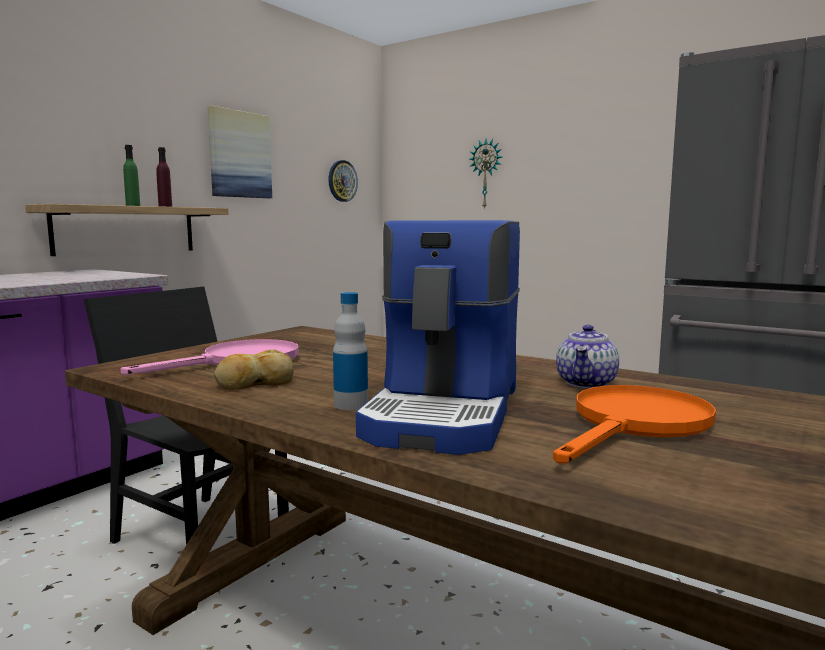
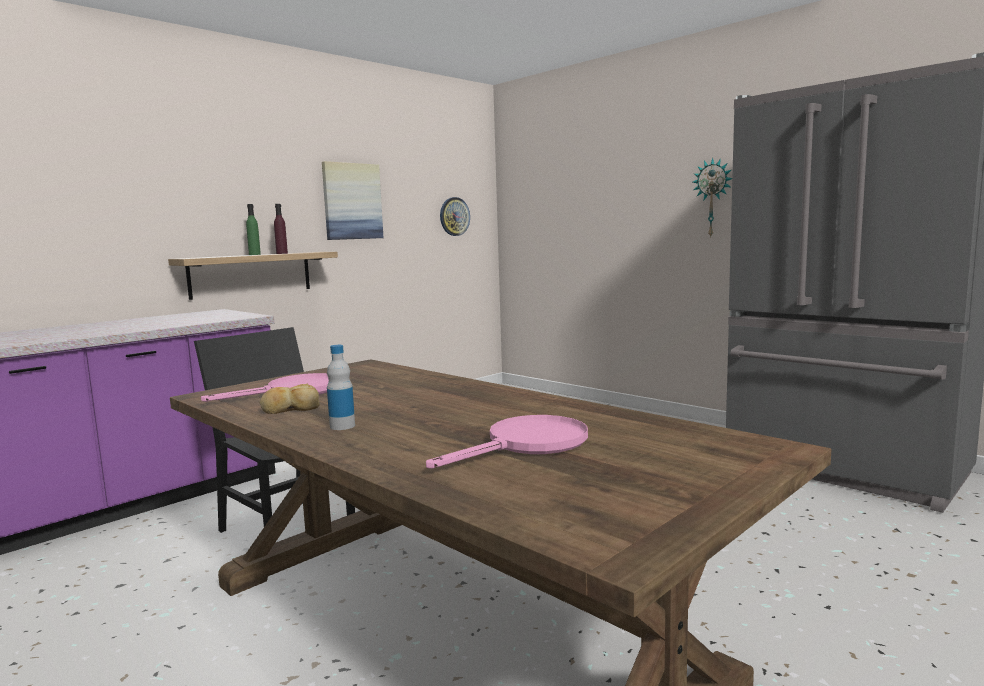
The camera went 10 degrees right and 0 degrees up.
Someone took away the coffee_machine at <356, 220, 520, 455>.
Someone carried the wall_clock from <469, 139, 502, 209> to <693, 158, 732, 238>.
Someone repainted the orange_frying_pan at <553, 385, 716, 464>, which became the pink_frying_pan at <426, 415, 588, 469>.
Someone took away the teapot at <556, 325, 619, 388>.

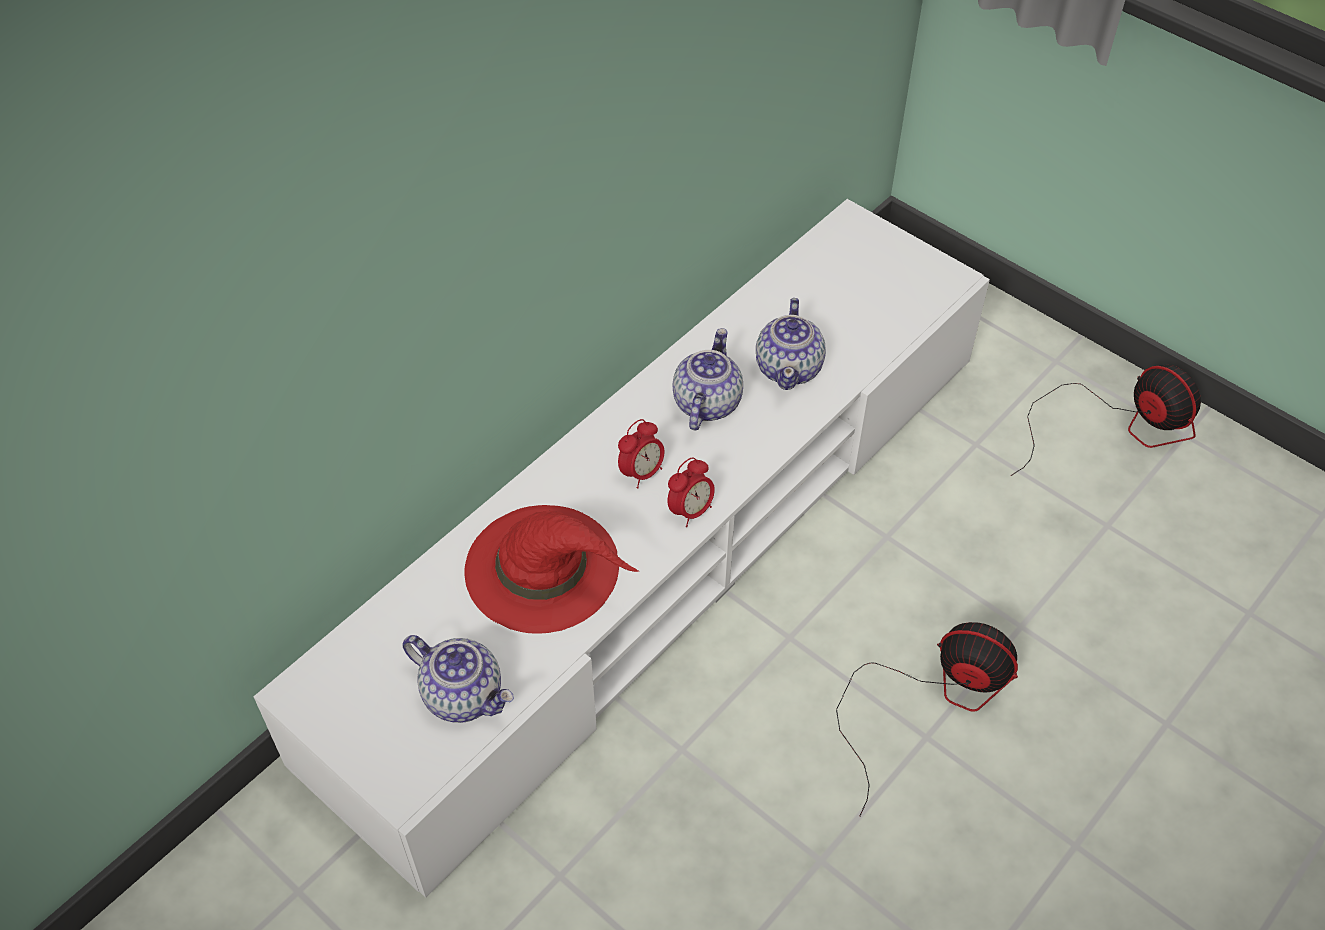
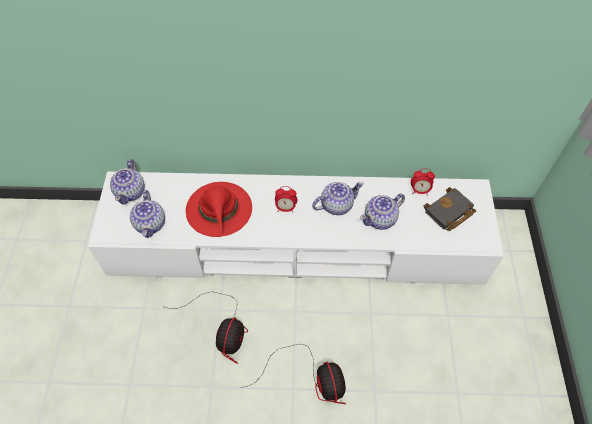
The camera went 50 degrees right and 5 degrees up.
Someone carried the alarm_clock from <667, 457, 715, 527> to <411, 168, 435, 195>.
Someone carried the fan from <1011, 365, 1201, 476> to <162, 291, 248, 364>.
Someone put down the teapot at <110, 159, 145, 205>.
Someone put down the black_book at <423, 187, 476, 231>.

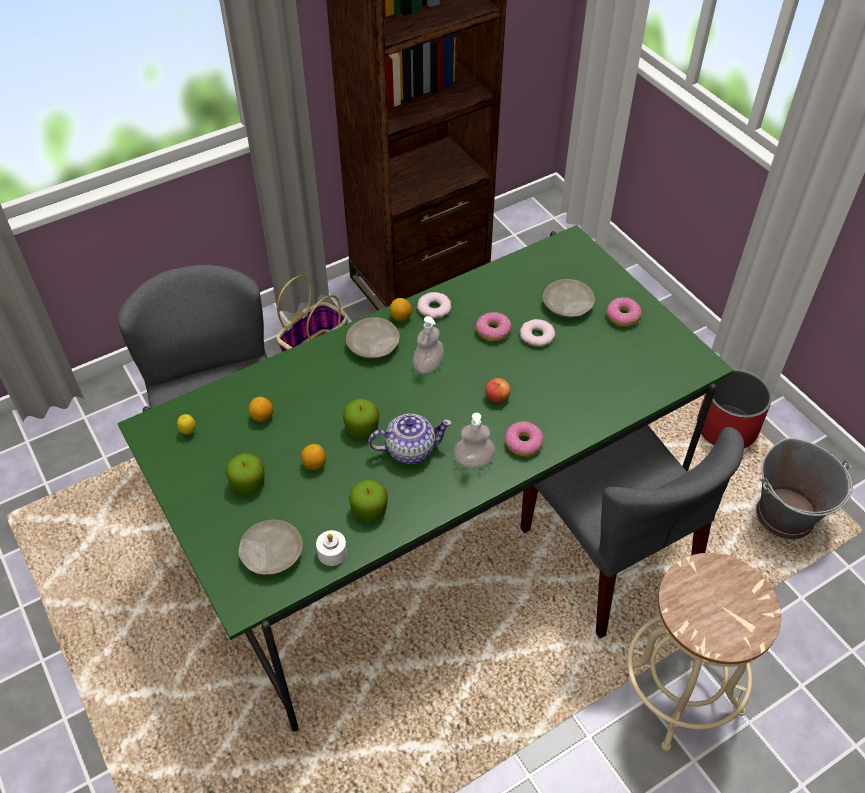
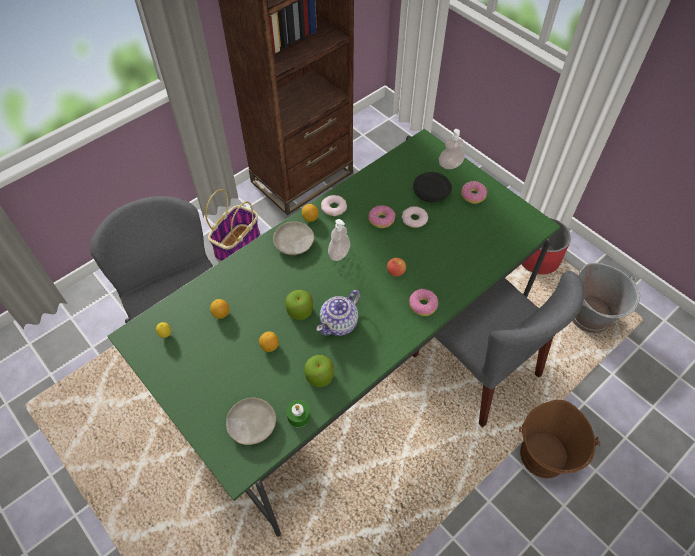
The camera went 10 degrees left and 5 degrees up.
Someone took away the apple at <226, 453, 265, 494>.
Someone repainted the white_candle at <316, 530, 347, 566>, which became the green_candle at <286, 400, 310, 427>.
Someone rotated the teapot at <368, 414, 452, 464> by 150 degrees clockwise.
Someone carried the soap_dispenser from <454, 413, 495, 468> to <439, 129, 465, 169>.
Someone repainted the beige_plate at <543, 279, 595, 318>, which became the black_plate at <413, 172, 452, 202>.
Someone swapped the beige_stool at <616, 553, 781, 751> for the brown_bucket at <519, 400, 600, 478>.

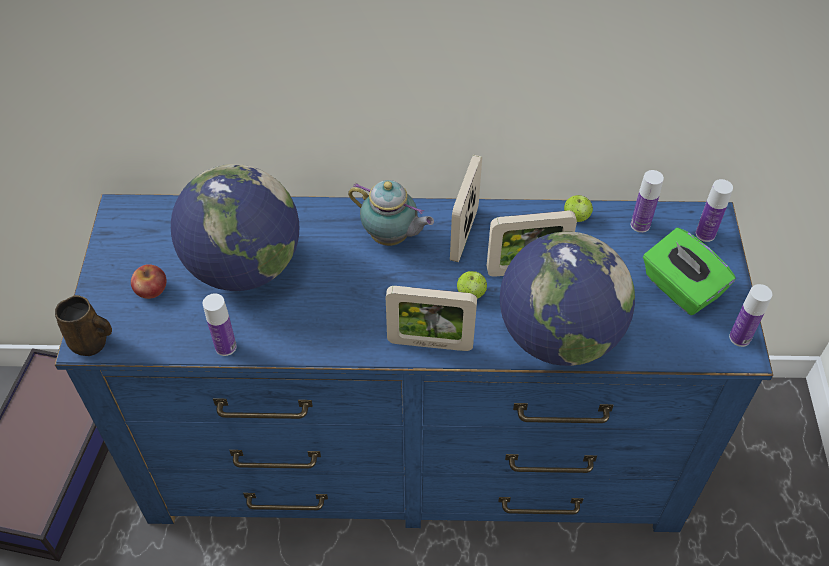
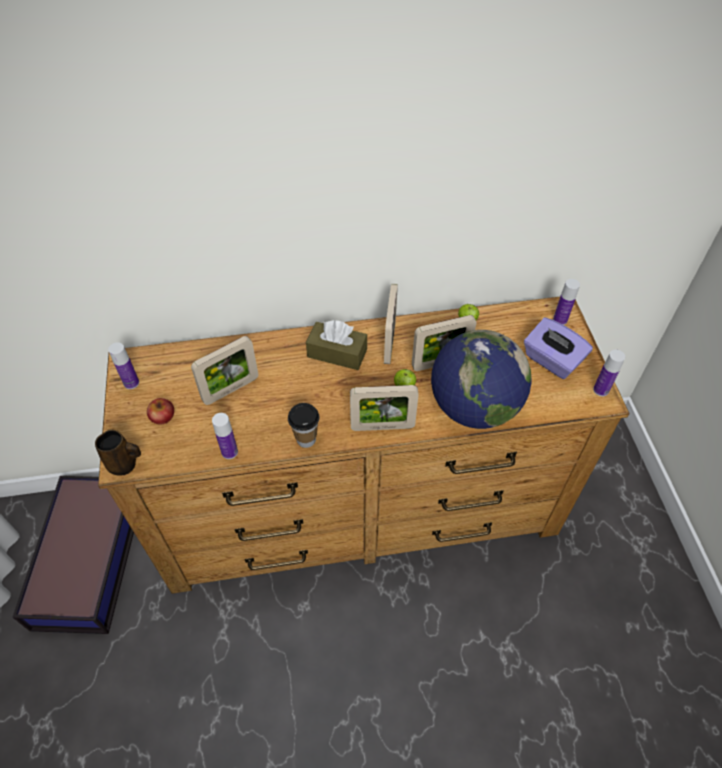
The camera went 10 degrees left and 0 degrees up.
Someone repainted the blue_dresser at <55, 194, 773, 532>, which became the brown_dresser at <98, 297, 630, 594>.
Someone swapped the globe at <171, 164, 299, 291> for the picture_frame at <191, 336, 258, 405>.
Someone swapped the teapot at <348, 180, 434, 246> for the brown_tissue_box at <306, 320, 367, 370>.
Someone carried the bottle from <631, 170, 664, 233> to <108, 342, 139, 389>.
Someone repainted the green_tissue_box at <643, 228, 736, 315>, which became the purple_tissue_box at <524, 318, 593, 379>.
Someone put down the cup at <288, 403, 319, 448>.

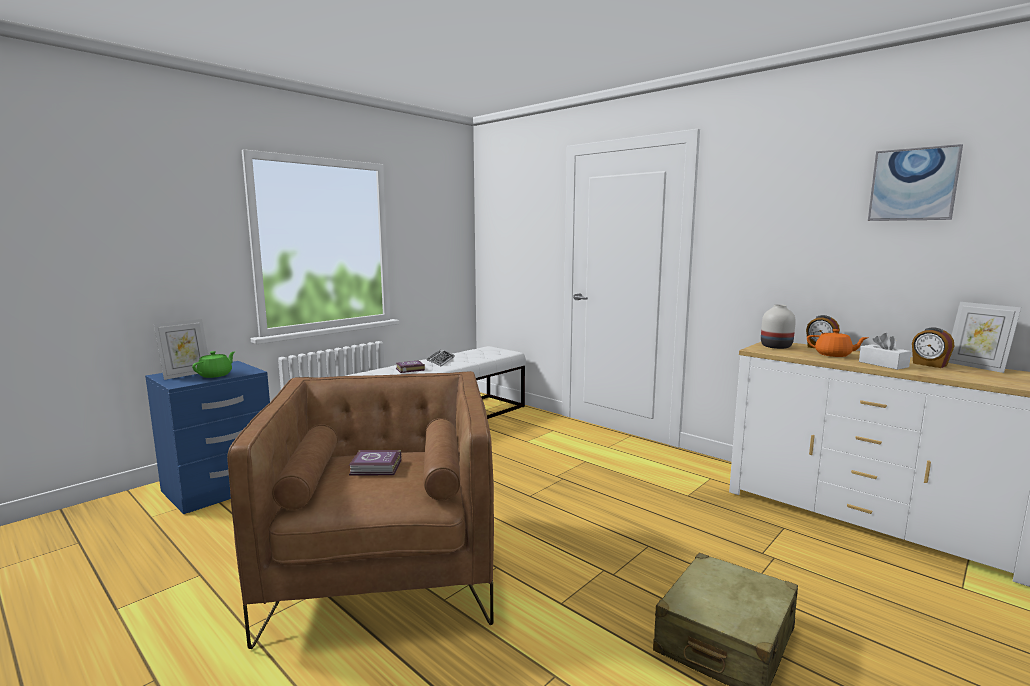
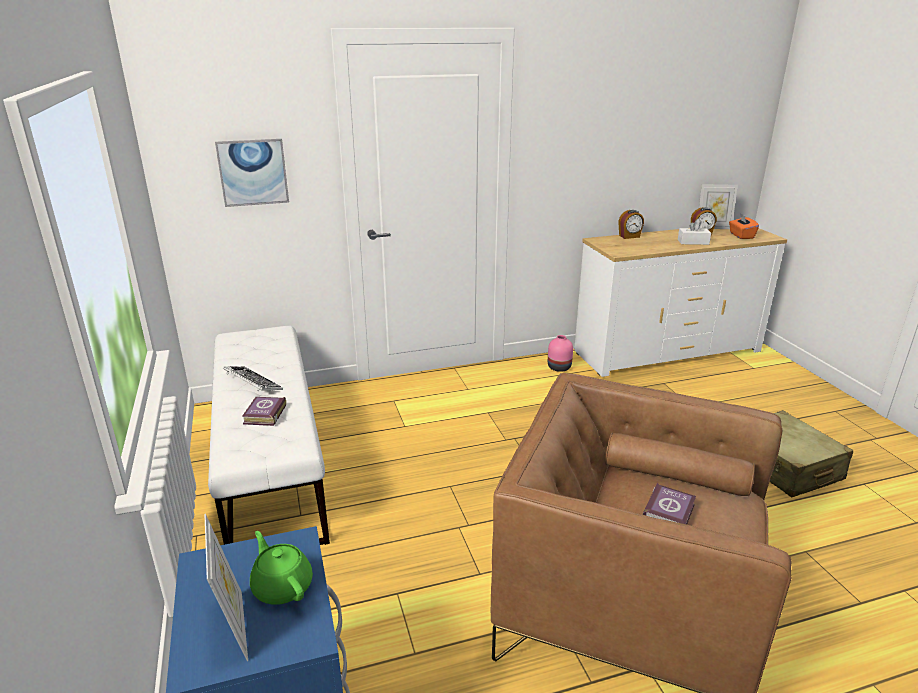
The camera went 60 degrees left and 15 degrees up.
Someone took away the white_vase at <761, 304, 796, 349>.
Someone took away the orange_teapot at <807, 329, 868, 357>.
Someone carried the picture from <868, 144, 963, 221> to <215, 139, 289, 207>.
Someone put down the pink_vase at <548, 335, 573, 372>.
Someone put down the orange_tissue_box at <729, 213, 759, 239>.

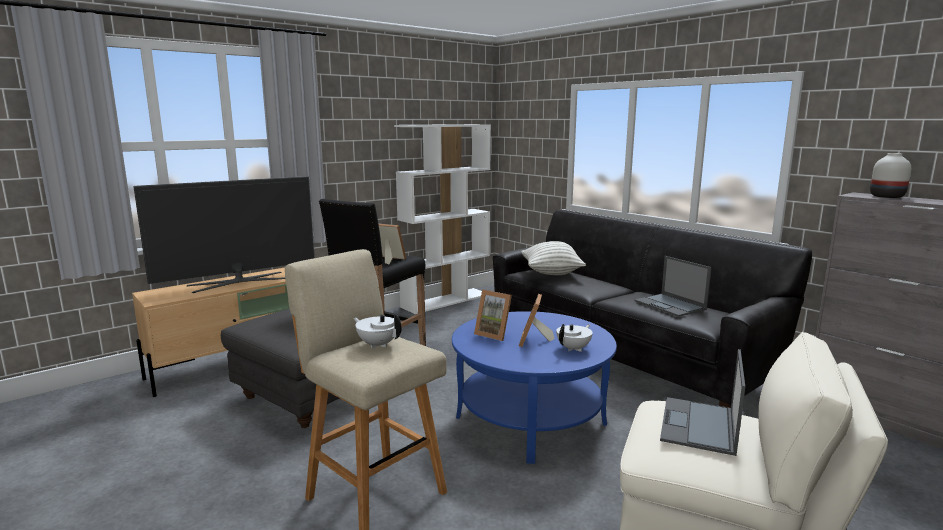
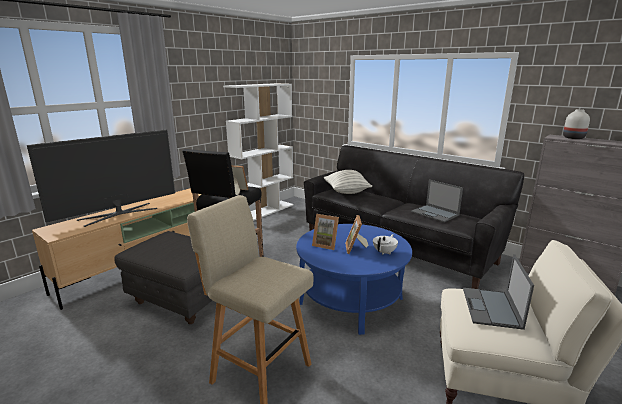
The camera went 10 degrees left and 5 degrees up.
Someone took away the white_teapot at <353, 313, 402, 348>.

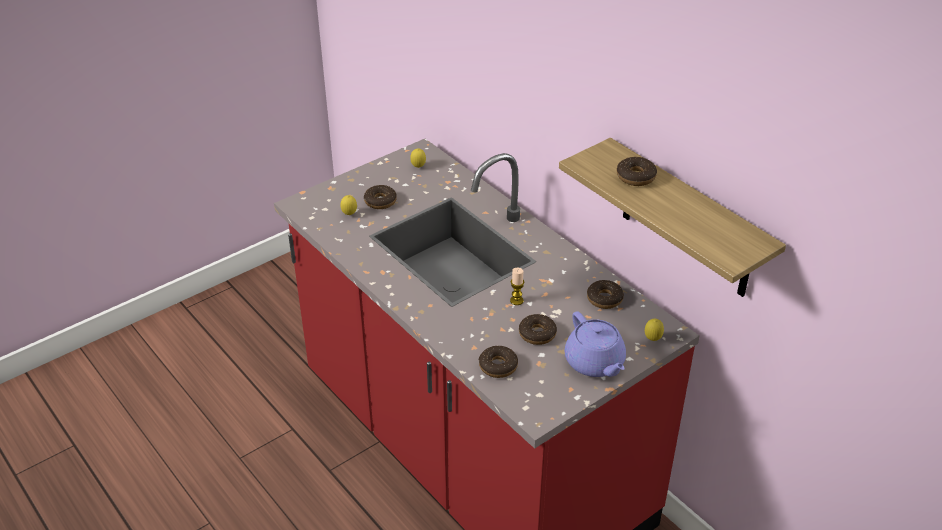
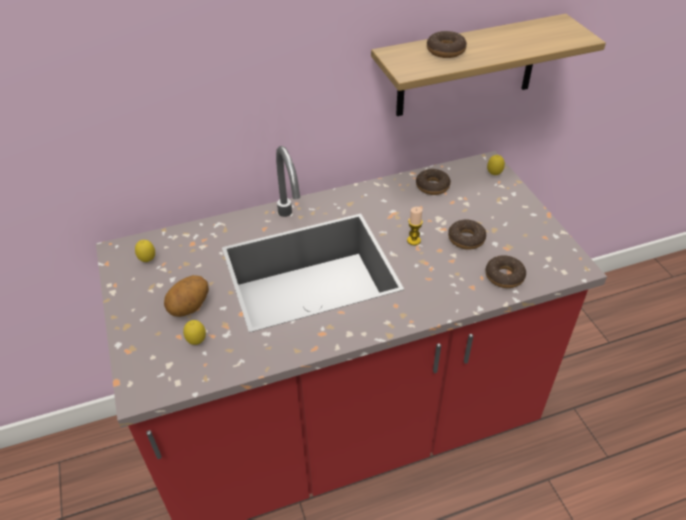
The camera went 70 degrees left and 5 degrees up.
Someone swapped the donut at <364, 185, 397, 209> for the potato at <164, 275, 209, 317>.
Someone took away the purple_teapot at <565, 311, 626, 377>.

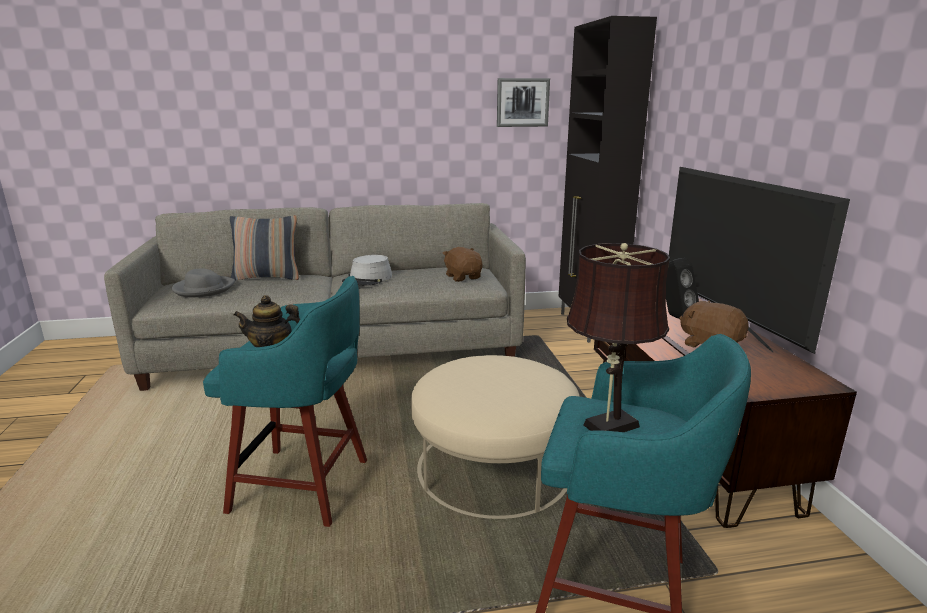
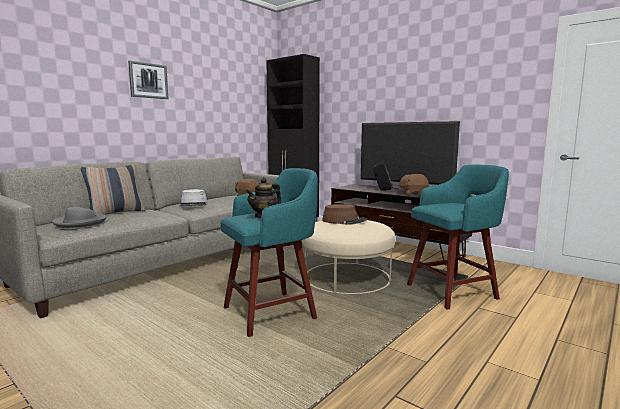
The camera went 40 degrees left and 10 degrees down.
Someone carried the picture from <497, 78, 550, 127> to <128, 60, 168, 99>.
Someone took away the brown_table_lamp at <567, 243, 670, 432>.
Someone put down the brown_hat at <322, 204, 367, 225>.

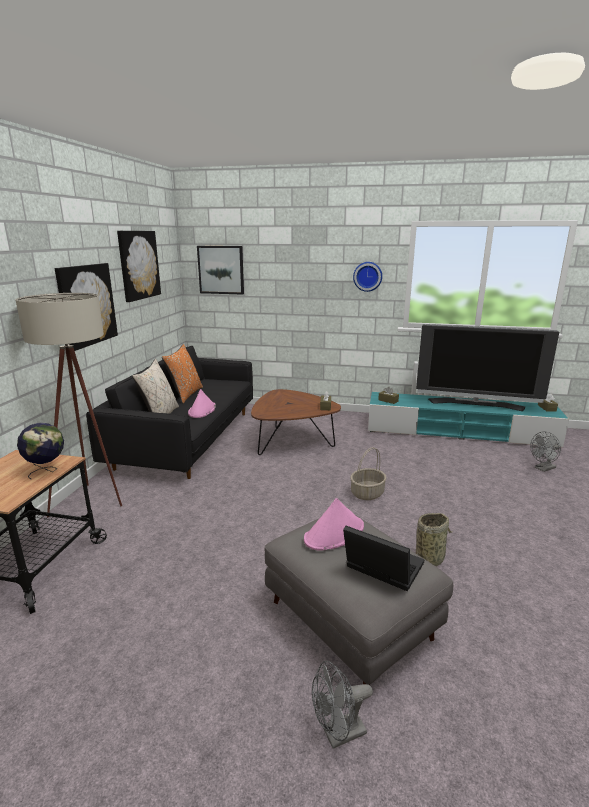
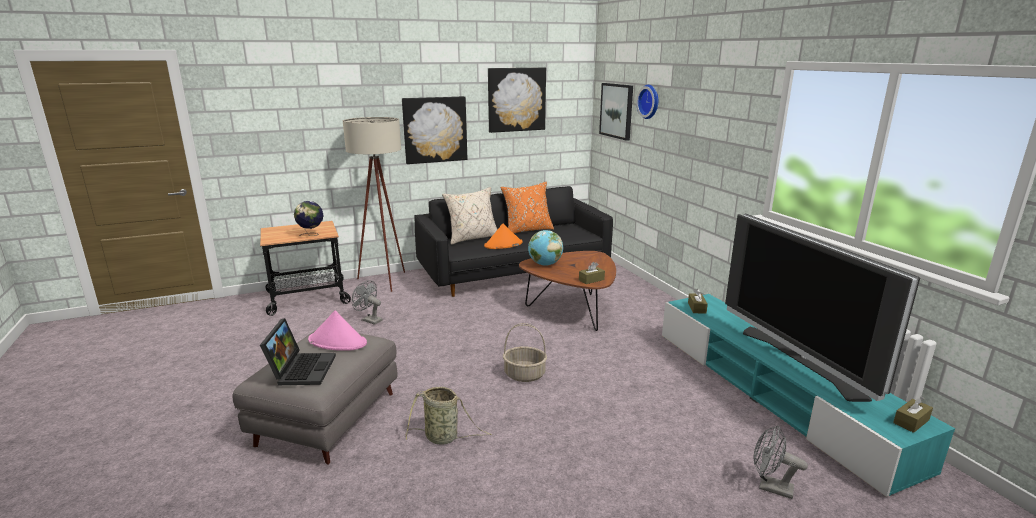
The camera went 55 degrees right and 0 degrees up.
Someone repainted the pink_hat at <188, 389, 216, 418>, which became the orange_hat at <484, 223, 523, 249>.
Someone carried the grey_fan from <312, 661, 373, 749> to <352, 280, 383, 325>.
Someone carried the wall_clock from <353, 262, 382, 292> to <636, 85, 658, 119>.
Someone put down the globe at <528, 230, 563, 266>.

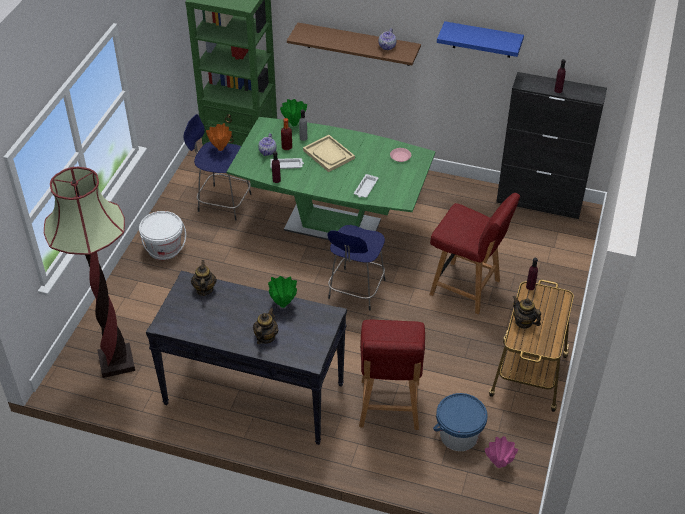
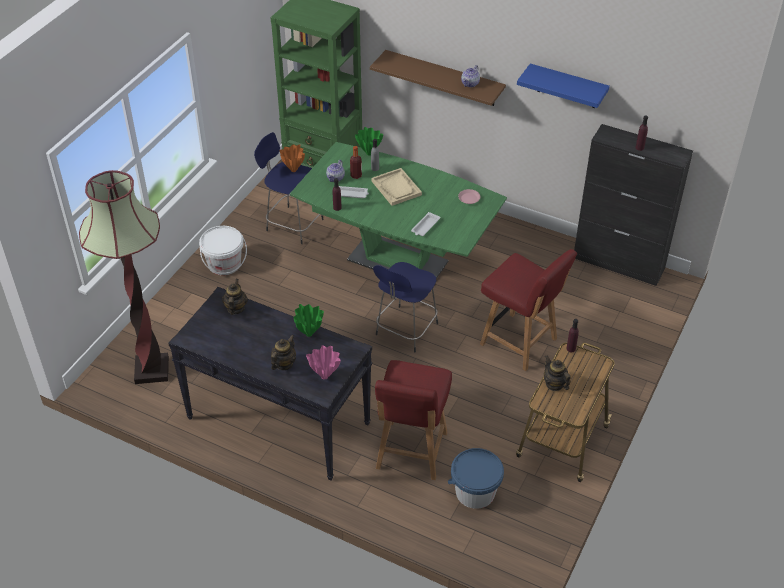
The camera went 10 degrees right and 0 degrees up.
Someone carried the pink_vase from <485, 436, 518, 468> to <306, 345, 340, 380>.

